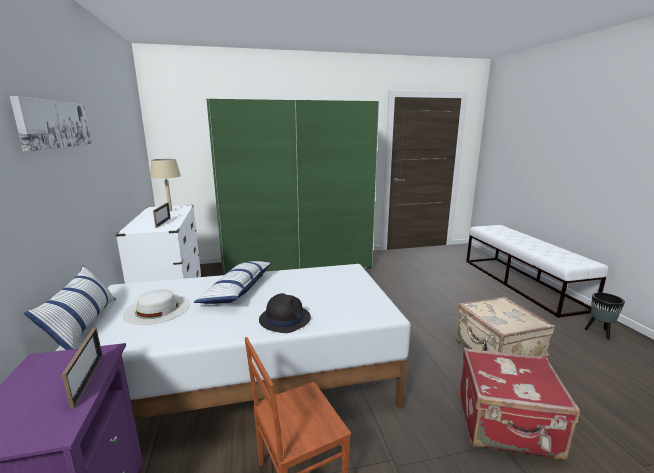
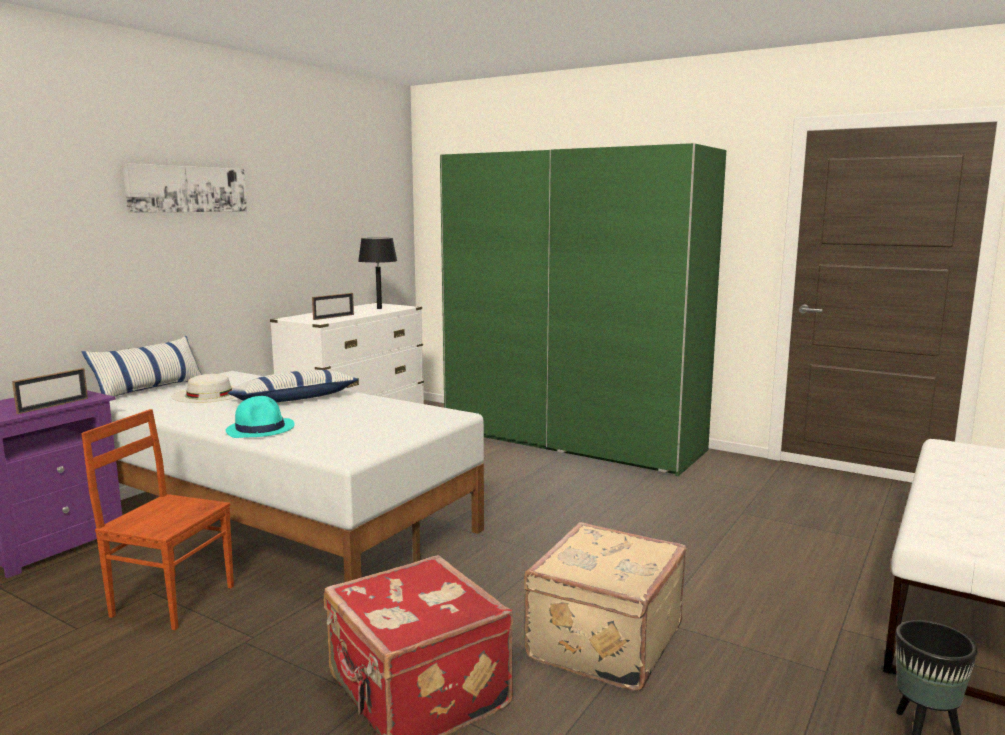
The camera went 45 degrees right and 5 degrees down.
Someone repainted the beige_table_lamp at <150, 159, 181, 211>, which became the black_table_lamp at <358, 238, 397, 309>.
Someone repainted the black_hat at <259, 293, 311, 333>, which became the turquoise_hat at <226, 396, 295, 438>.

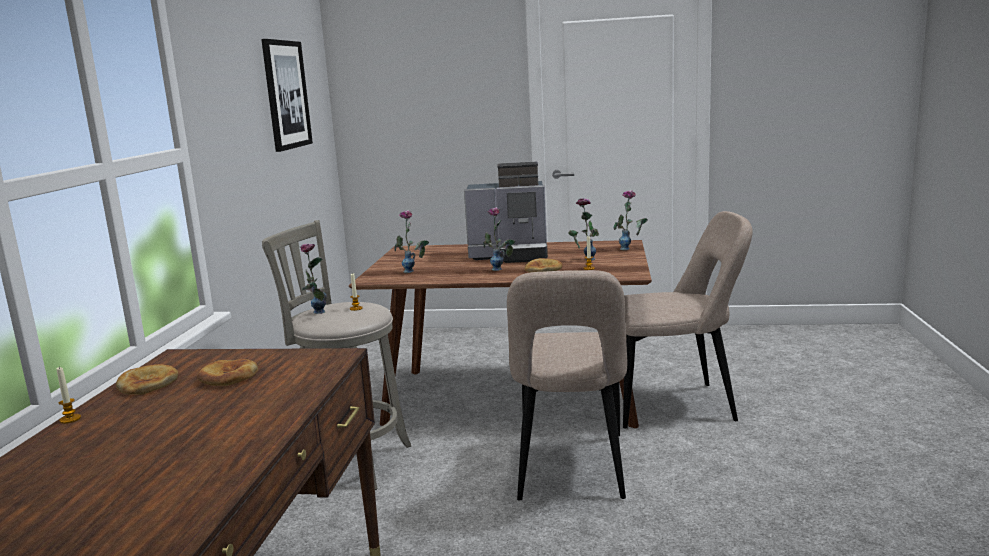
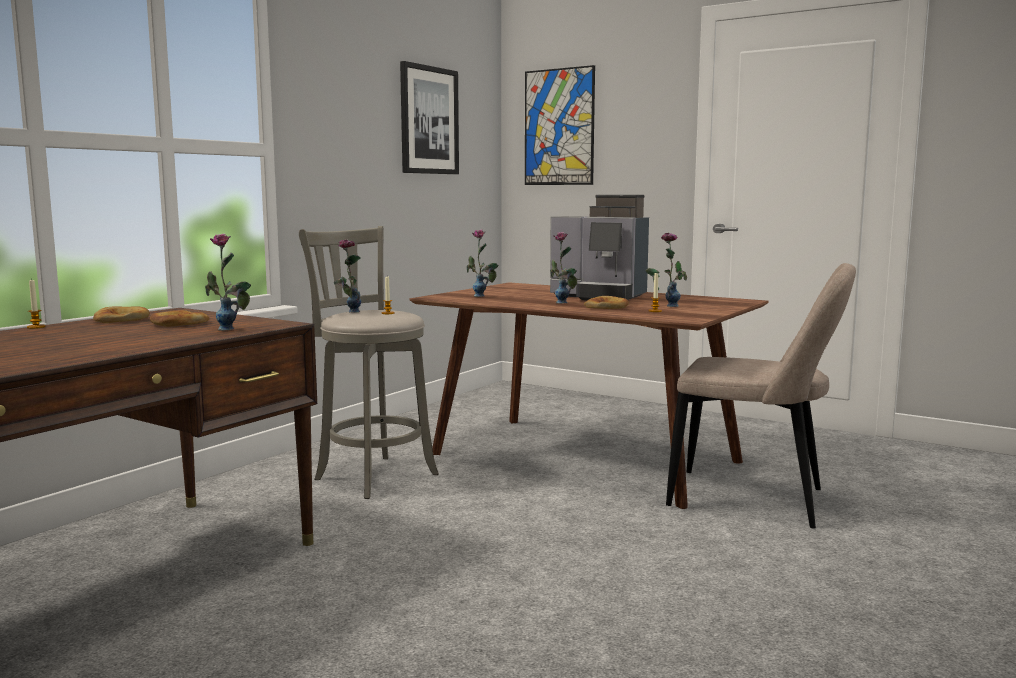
The camera went 25 degrees right and 5 degrees down.
Someone took away the beige_chair at <507, 270, 628, 500>.
Someone carried the vase from <614, 190, 648, 250> to <205, 233, 251, 331>.
Someone put up the picture at <525, 65, 595, 185>.

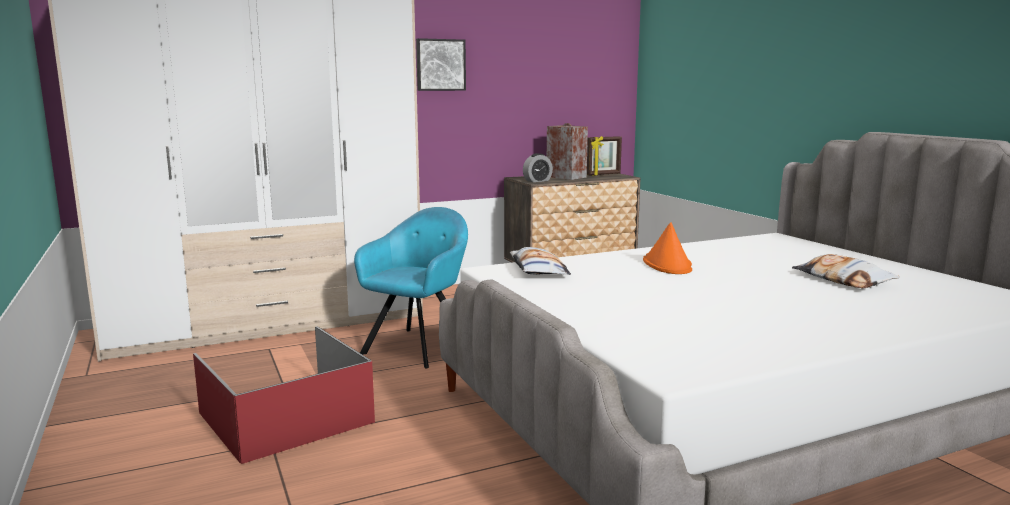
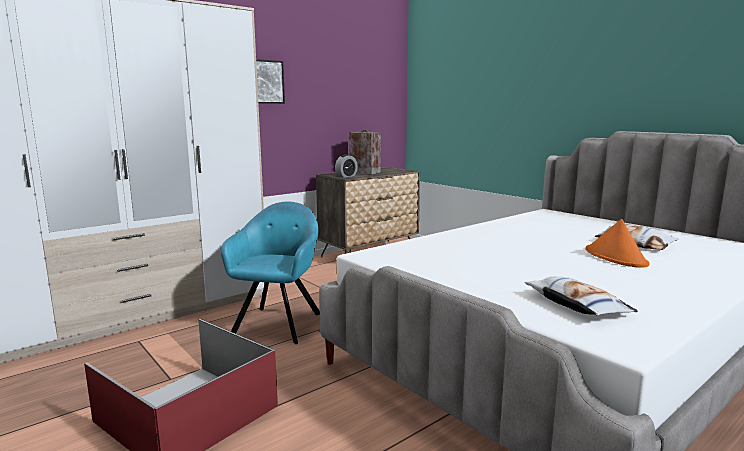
The camera went 15 degrees left and 0 degrees up.
Someone carried the pillow from <510, 247, 571, 275> to <525, 276, 638, 316>.
Someone took away the picture_frame at <587, 136, 622, 176>.
Someone carried the orange_hat from <643, 222, 692, 274> to <585, 219, 649, 268>.

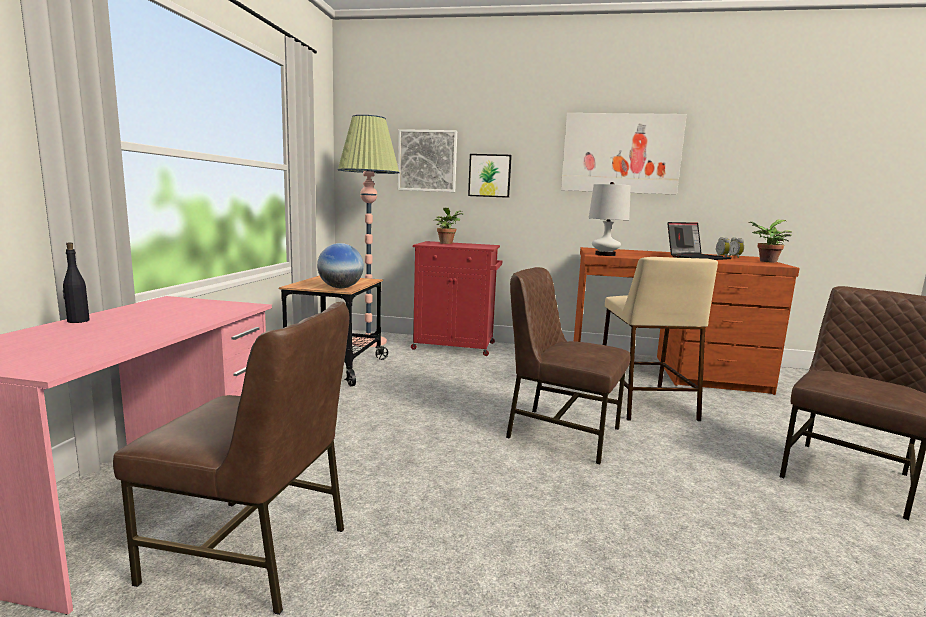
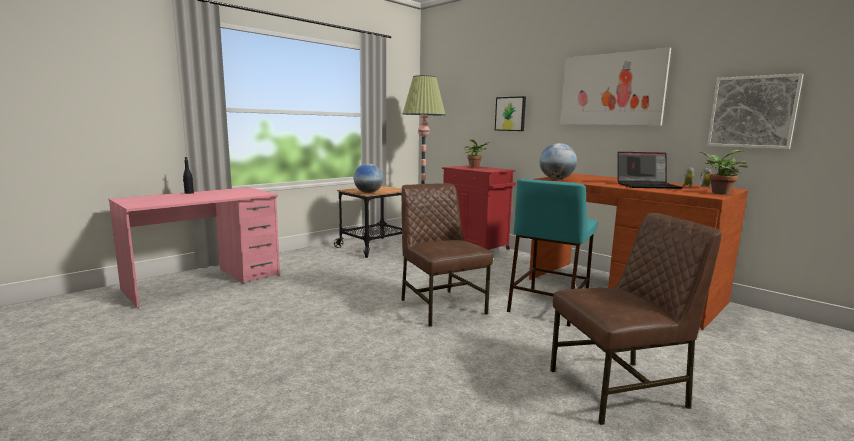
The camera went 35 degrees right and 0 degrees up.
Someone took away the brown_chair at <113, 301, 349, 615>.
Someone carried the picture from <398, 129, 457, 192> to <707, 73, 804, 149>.
Someone swapped the white_table_lamp at <589, 182, 631, 256> for the globe at <540, 143, 577, 179>.
Someone repainted the beige_stool at <603, 257, 718, 421>, which became the turquoise_stool at <507, 179, 597, 327>.

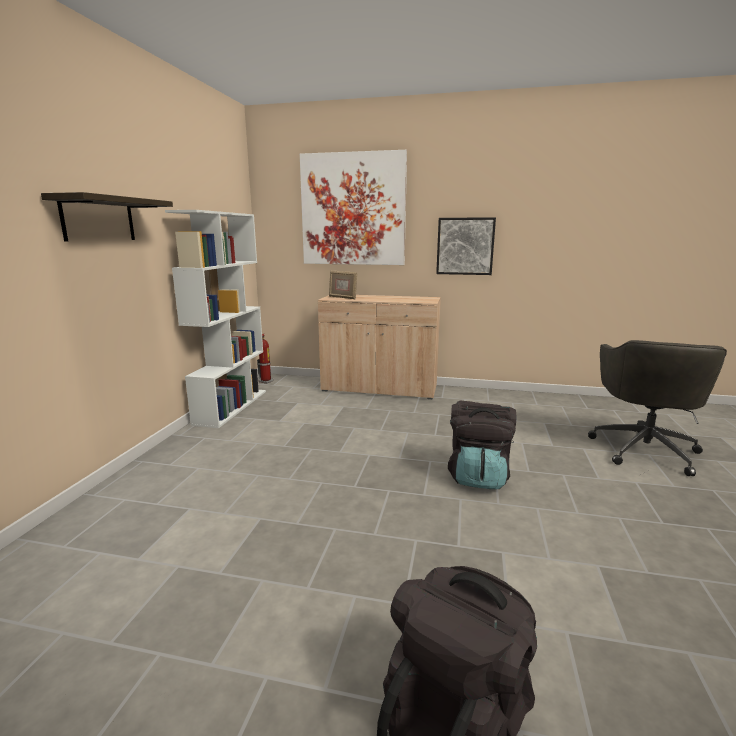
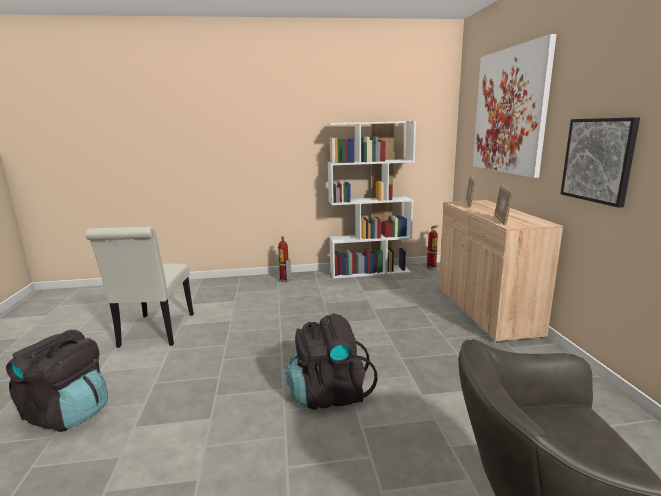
The camera went 70 degrees right and 0 degrees up.
Someone took away the shelf at <41, 192, 173, 241>.
Someone put down the white_chair at <85, 227, 194, 348>.
Someone put down the fire_extinguisher at <278, 236, 292, 282>.
Someone put down the picture_frame at <494, 185, 513, 225>.

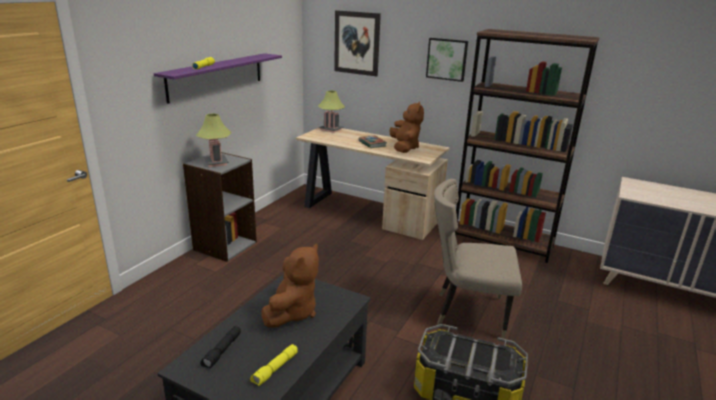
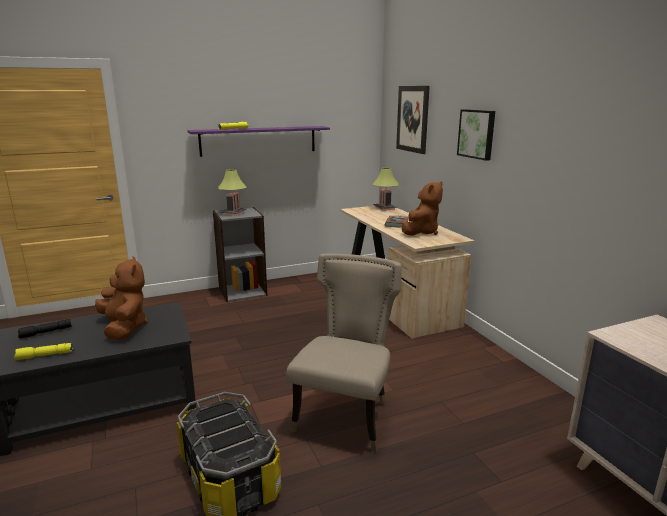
The camera went 40 degrees right and 5 degrees down.
Someone rotated the brown_plush_toy at <261, 244, 319, 328> by 90 degrees counterclockwise.
Someone rotated the beige_chair at <434, 179, 522, 339> by 60 degrees clockwise.
Someone took away the brown_bookcase at <455, 29, 600, 263>.

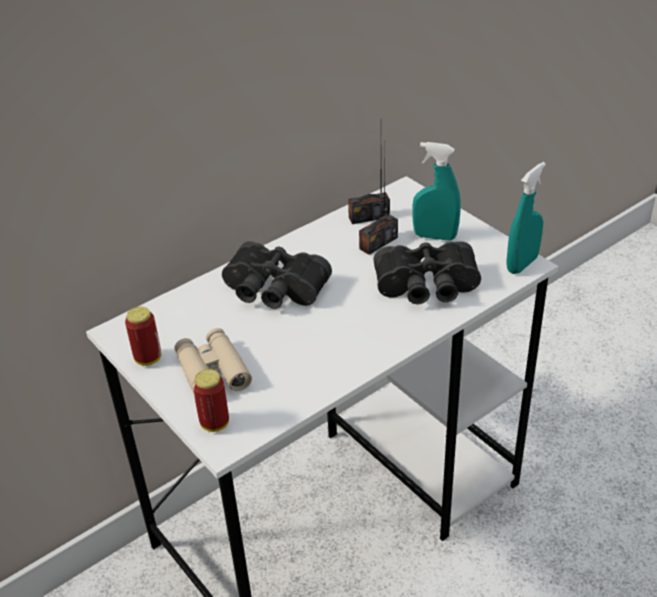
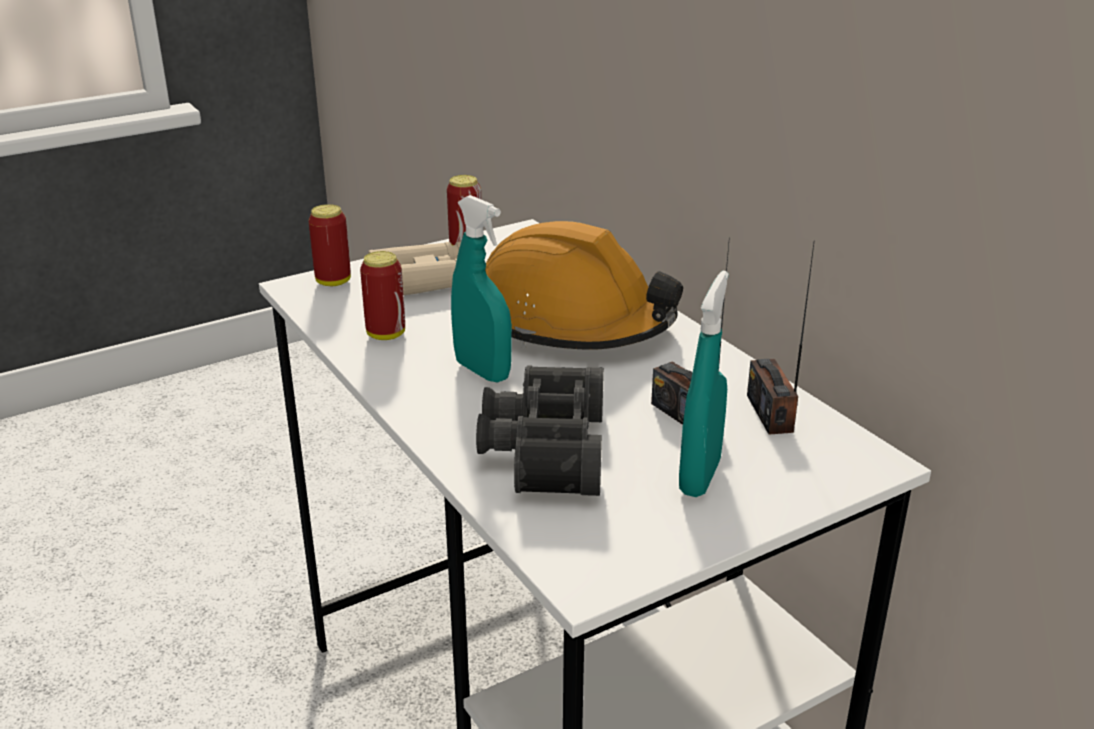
The camera went 95 degrees right and 10 degrees down.
Someone swapped the black_binoculars at <222, 241, 332, 309> for the orange_hard_hat at <485, 221, 683, 350>.
Someone carried the turquoise_spray_bottle from <506, 162, 546, 274> to <451, 195, 512, 383>.
Someone put down the can at <360, 251, 405, 340>.

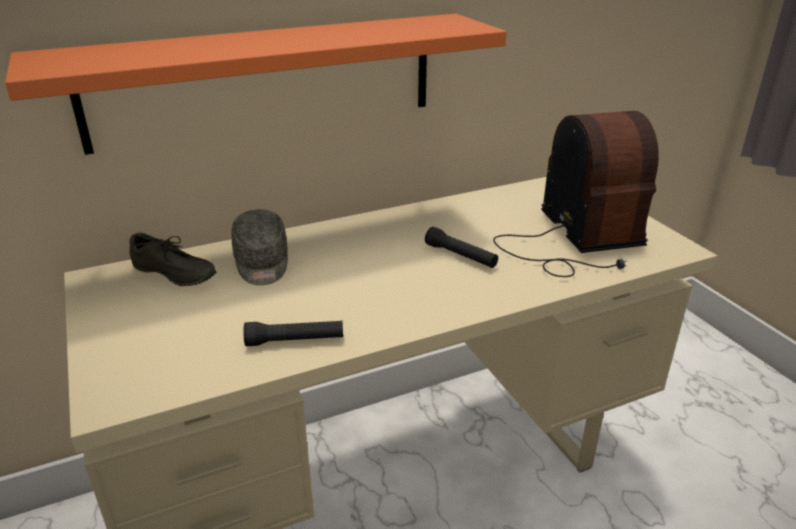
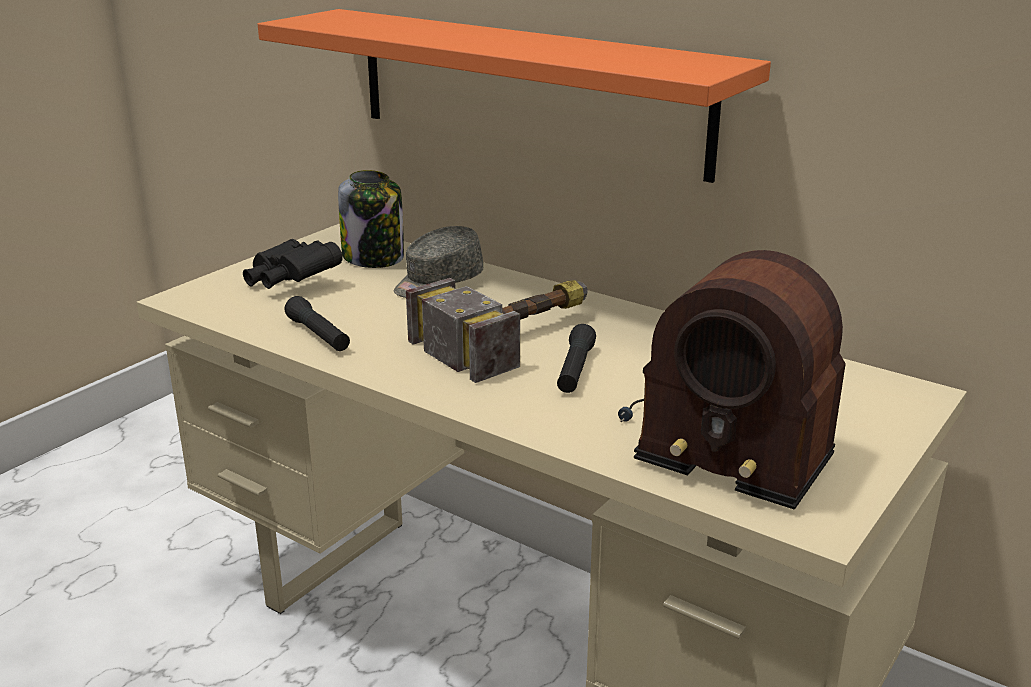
The camera went 60 degrees right and 5 degrees down.
Someone swapped the grey_shoe at <129, 233, 216, 286> for the jar at <338, 170, 404, 268>.
Someone rotated the radio at <493, 111, 659, 277> by 75 degrees clockwise.
Someone put down the black_binoculars at <243, 239, 343, 289>.
Someone put down the hammer at <406, 278, 588, 383>.

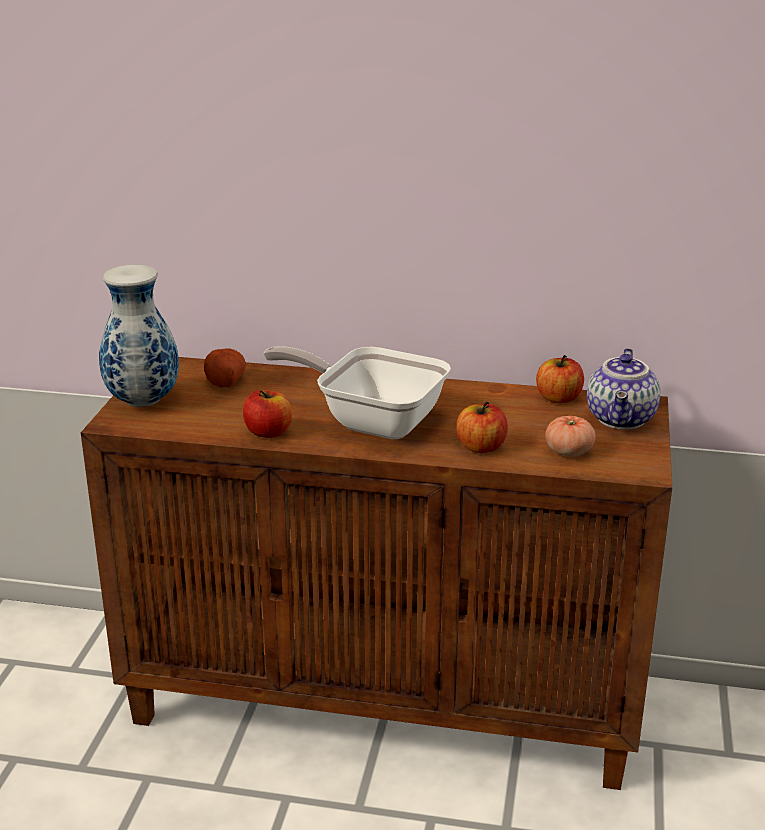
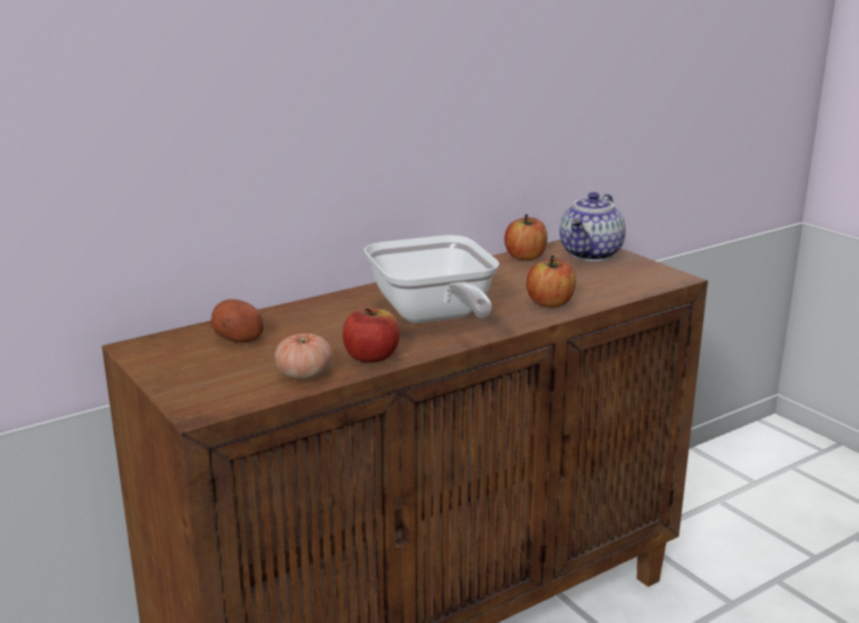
The camera went 45 degrees left and 5 degrees down.
Someone took away the vase at <99, 265, 179, 407>.
Someone rotated the frying_pan at <263, 346, 451, 439> by 90 degrees counterclockwise.
Someone carried the tomato from <545, 416, 596, 457> to <274, 333, 333, 380>.
Someone rotated the teapot at <587, 348, 660, 430> by 60 degrees clockwise.

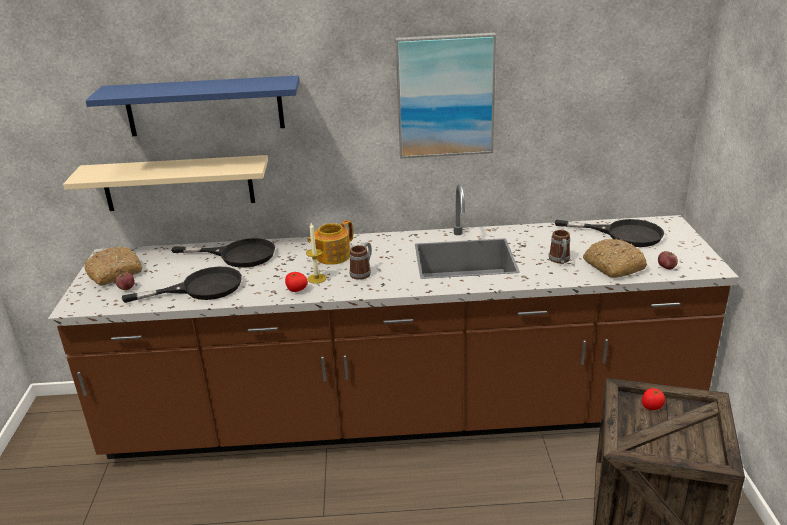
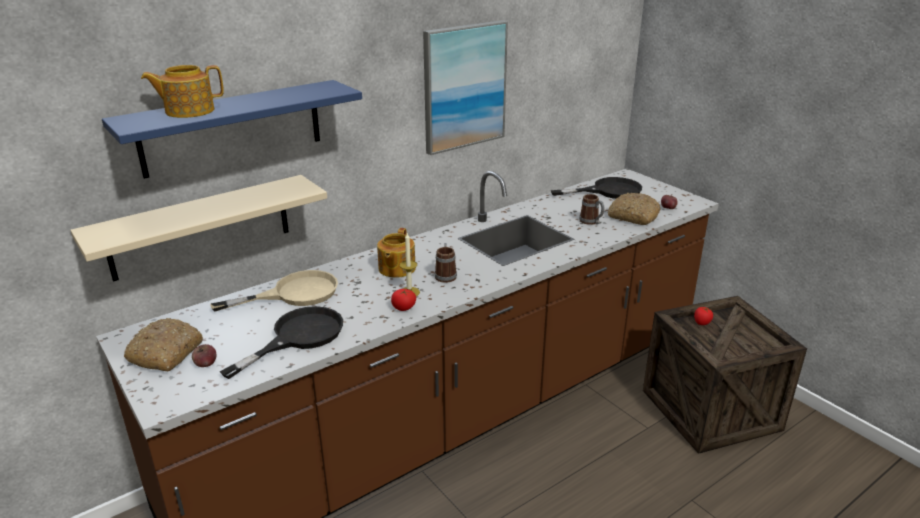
The camera went 35 degrees left and 0 degrees up.
Someone repainted the black_frying_pan at <171, 238, 275, 268>, which became the beige_frying_pan at <210, 270, 338, 312>.
Someone put down the teapot at <141, 65, 224, 118>.

